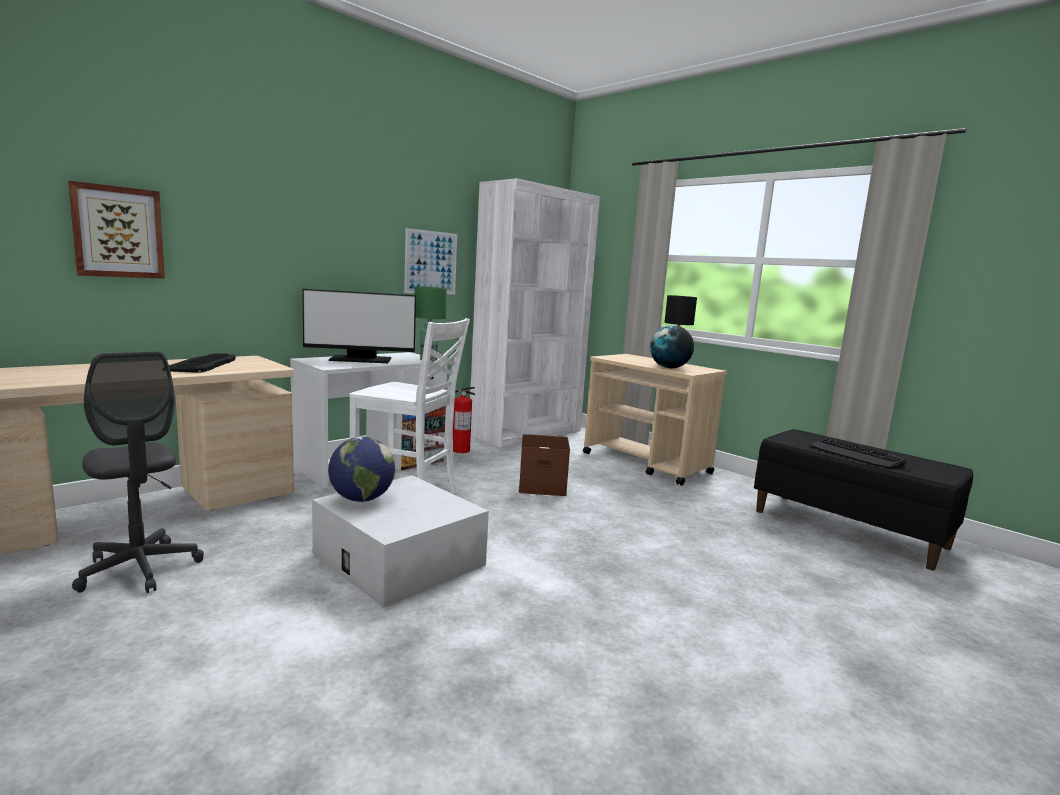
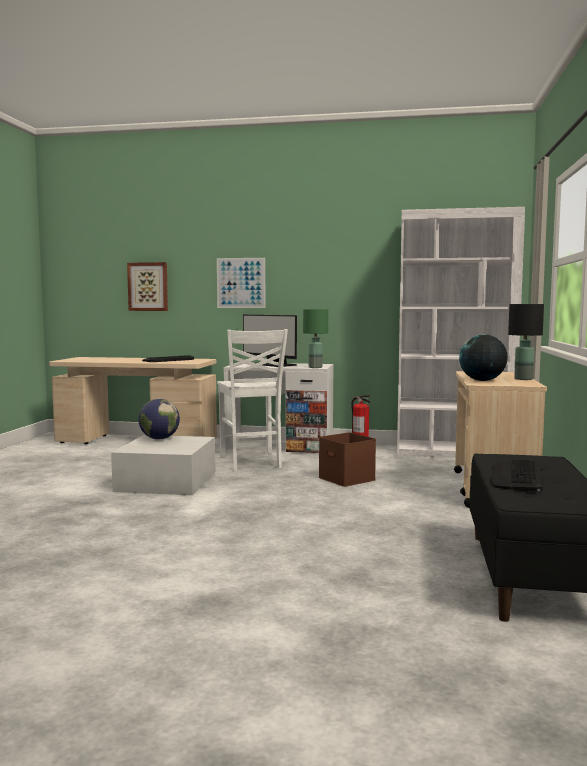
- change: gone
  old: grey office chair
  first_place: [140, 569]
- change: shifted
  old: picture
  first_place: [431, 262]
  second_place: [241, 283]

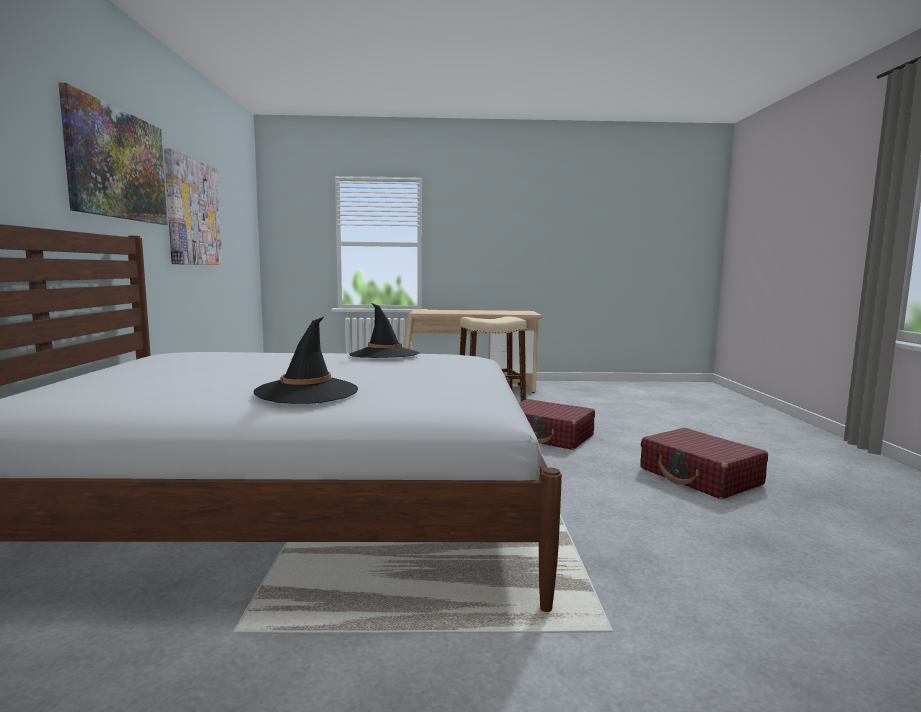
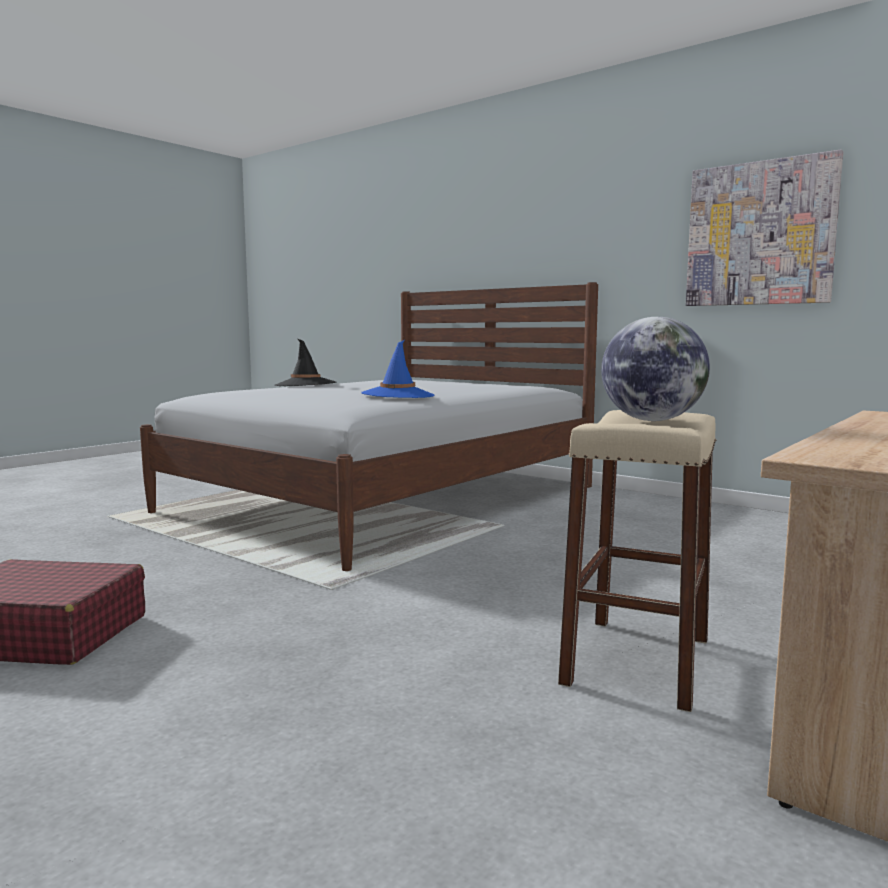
- change: gone
  old: picture
  first_place: [118, 164]
- change: repainted
  old: black hat
  new: blue hat
  first_place: [384, 355]
  second_place: [398, 395]
- change: gone
  old: red suitcase
  first_place: [548, 436]
- change: new
  new: globe
  second_place: [651, 420]

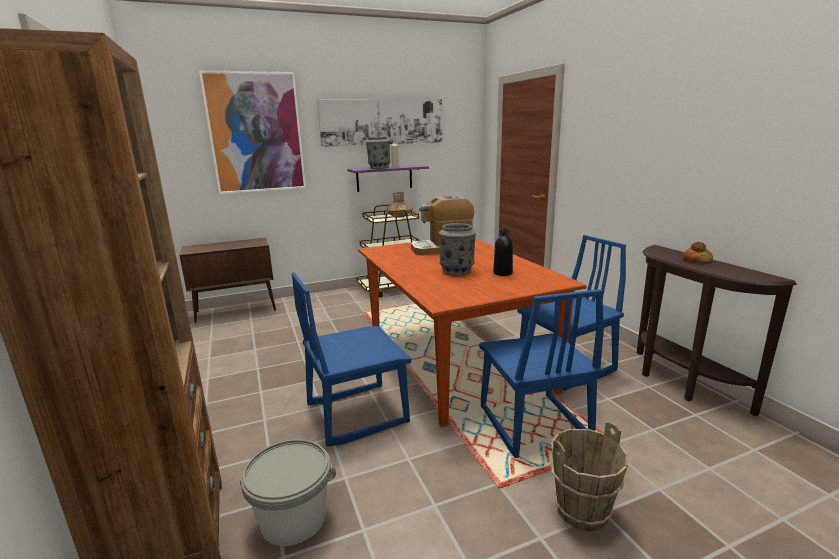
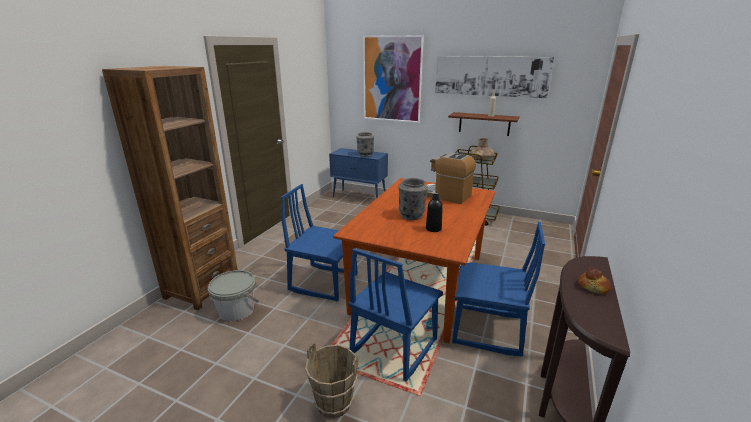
- change: repainted
  old: brown cabinet
  new: blue cabinet
  first_place: [237, 310]
  second_place: [360, 197]
- change: repainted
  old: purple shelf
  new: brown shelf
  first_place: [384, 178]
  second_place: [484, 124]
- change: shifted
  old: grey vase
  first_place: [379, 167]
  second_place: [365, 155]

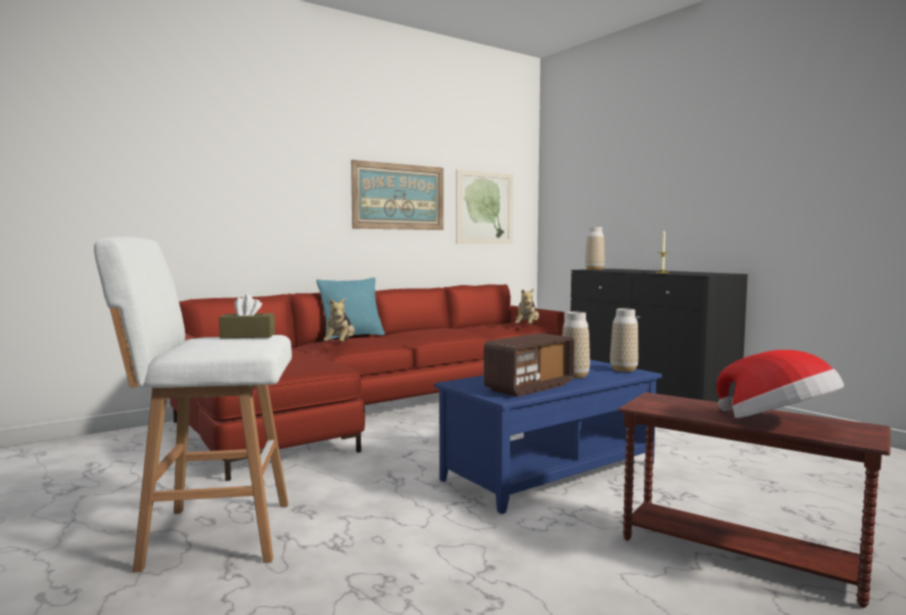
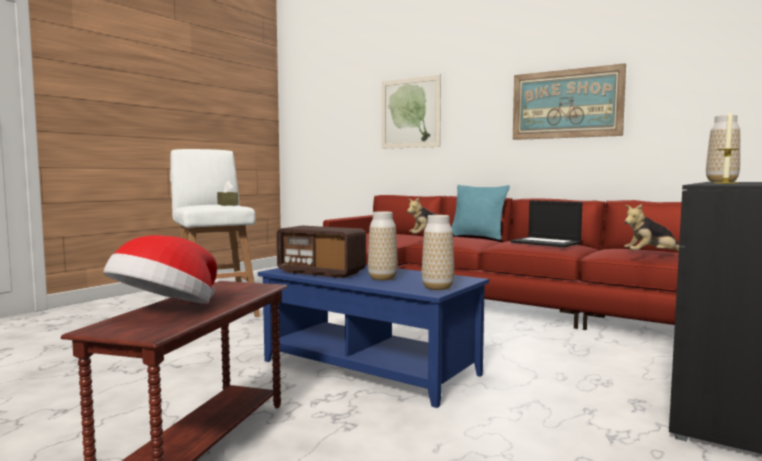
- change: shifted
  old: picture
  first_place: [484, 208]
  second_place: [410, 113]
- change: new
  new: laptop
  second_place: [546, 242]

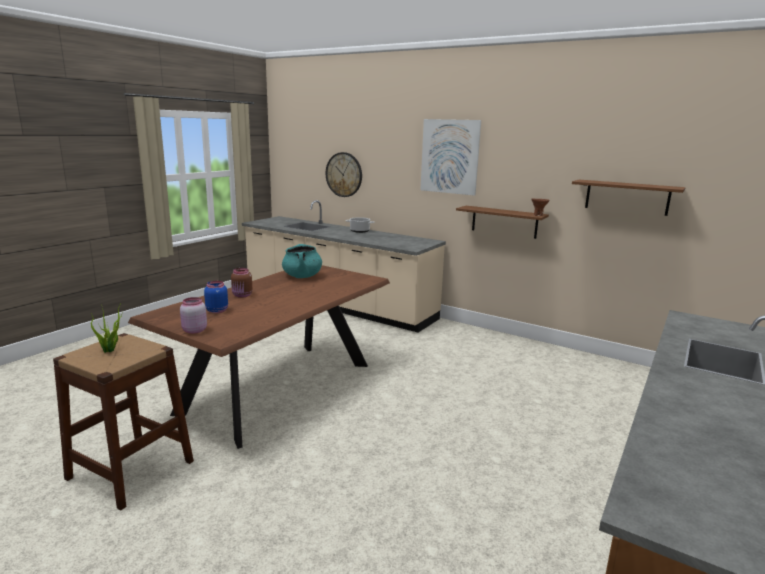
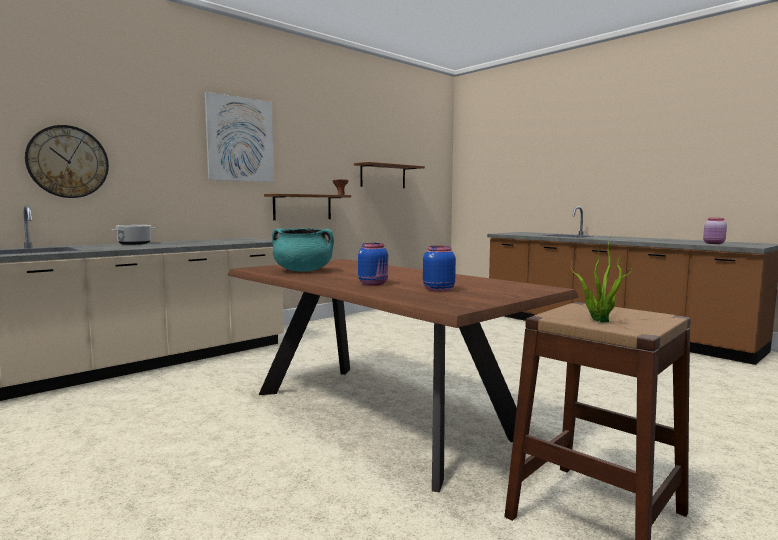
- change: shifted
  old: pink jar
  first_place: [194, 330]
  second_place: [714, 243]
- change: repainted
  old: brown jar
  new: blue jar
  first_place: [242, 295]
  second_place: [374, 284]

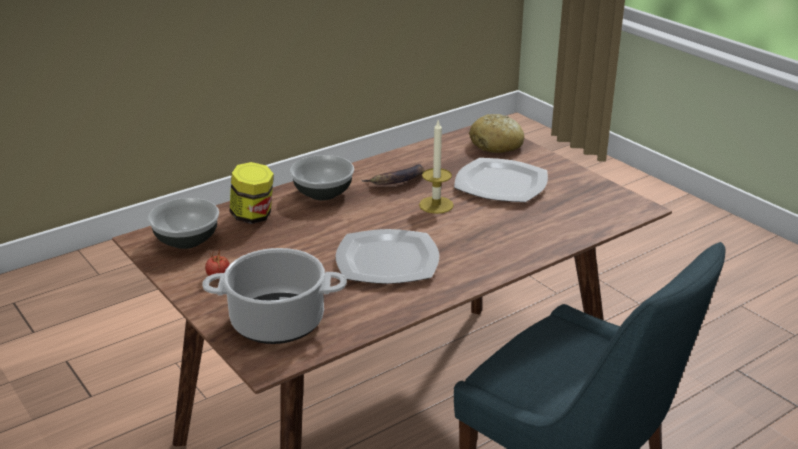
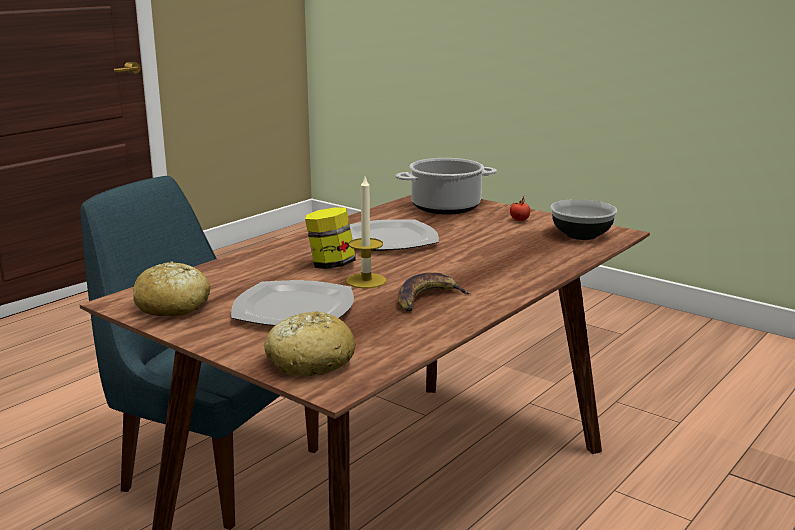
- change: shifted
  old: jar
  first_place: [253, 216]
  second_place: [331, 265]
- change: gone
  old: bowl
  first_place: [323, 194]
- change: new
  new: bread
  second_place: [173, 306]

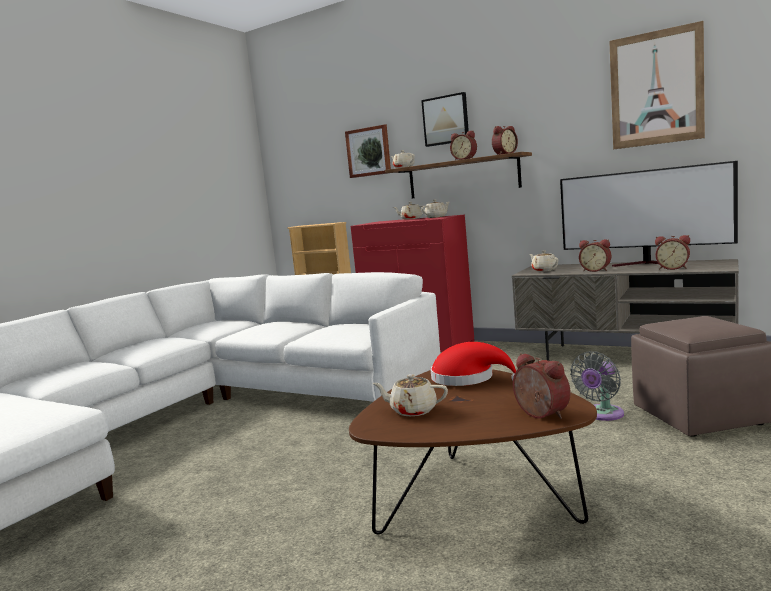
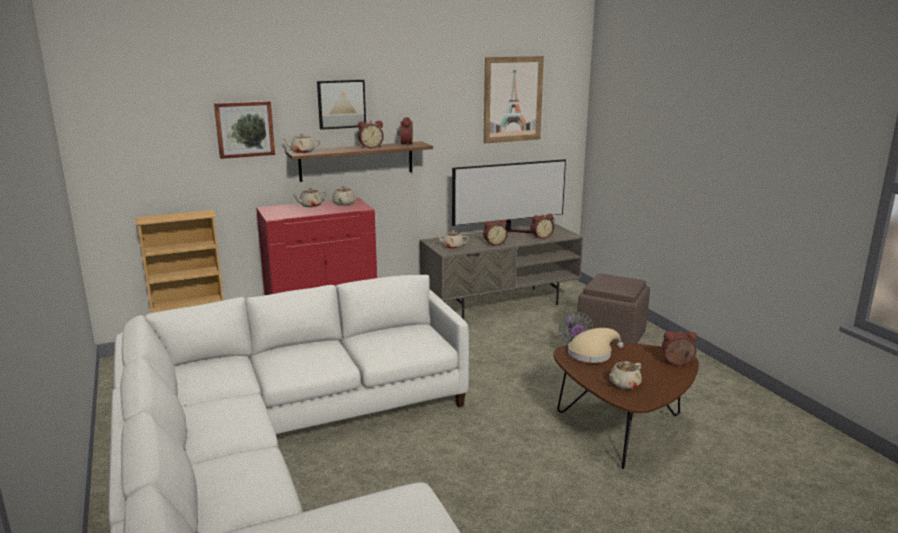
- change: repainted
  old: red hat
  new: beige hat
  first_place: [468, 378]
  second_place: [592, 354]

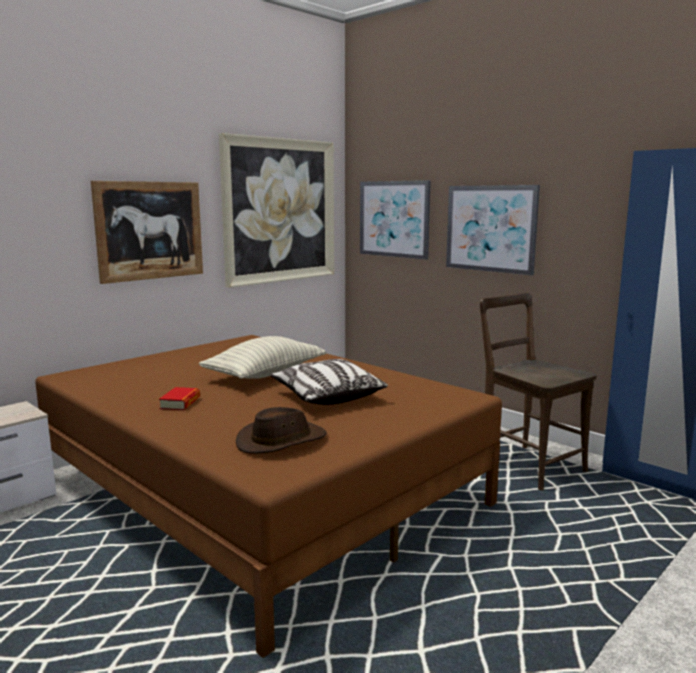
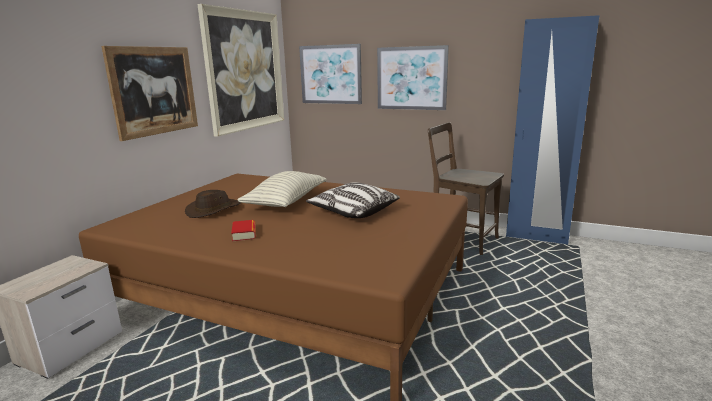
- change: shifted
  old: brown hat
  first_place: [281, 441]
  second_place: [213, 210]

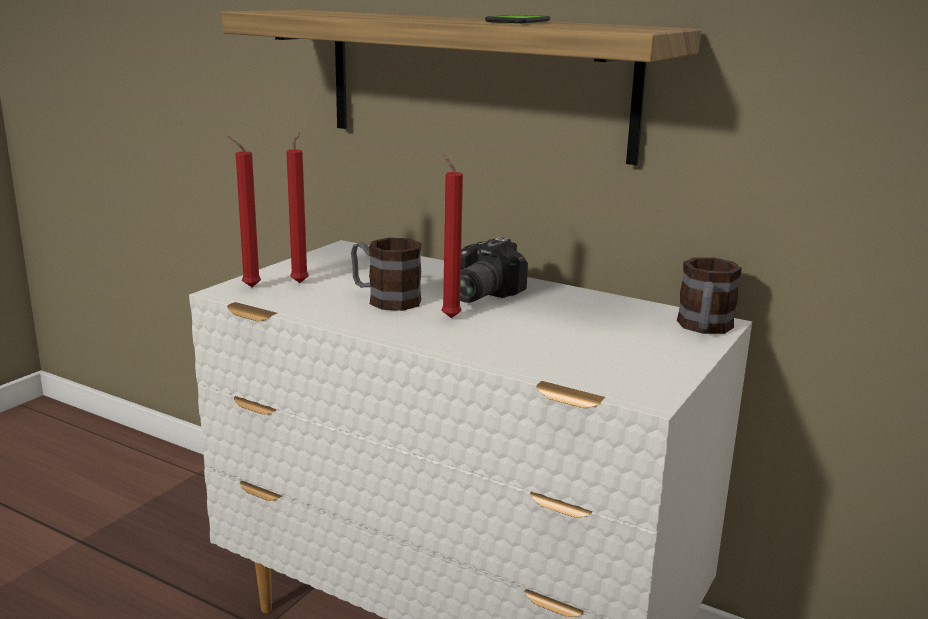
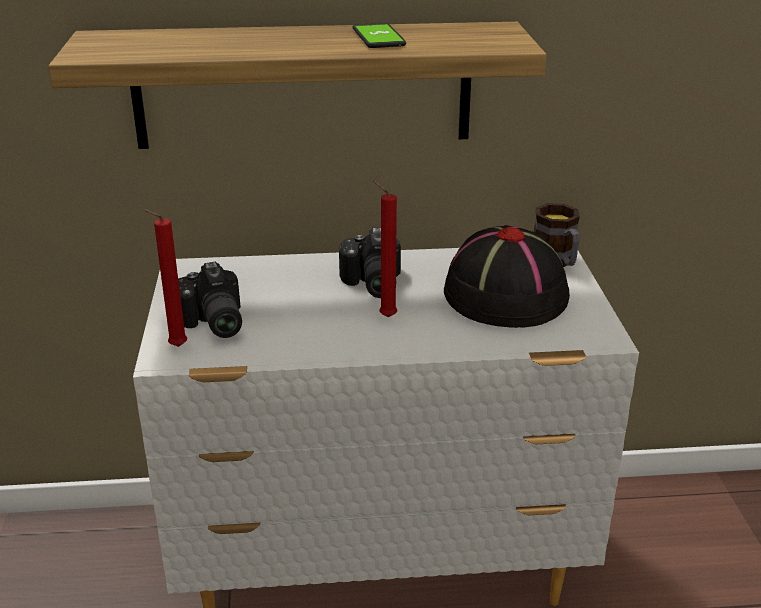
- change: swapped
  old: red candle
  new: photo camera
  first_place: [301, 282]
  second_place: [211, 324]
- change: gone
  old: mug
  first_place: [385, 299]
- change: new
  new: black hat
  second_place: [504, 295]

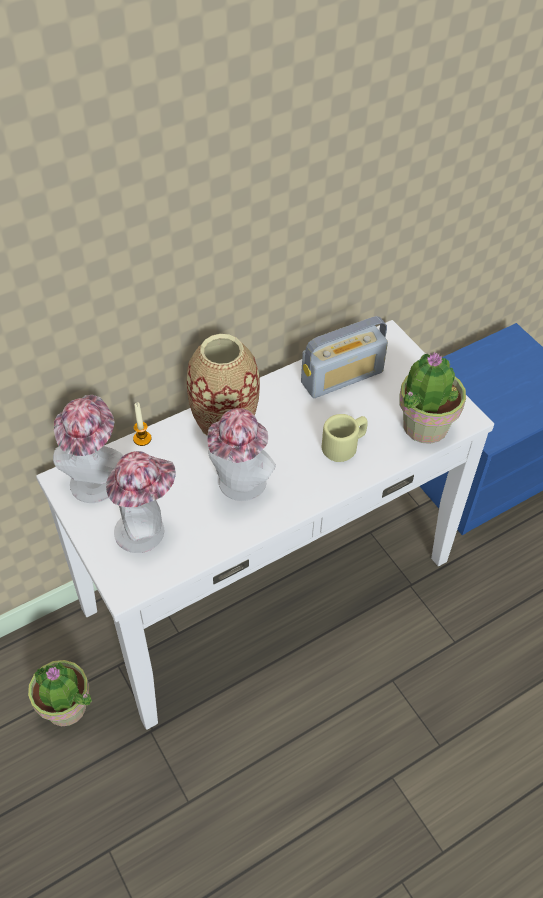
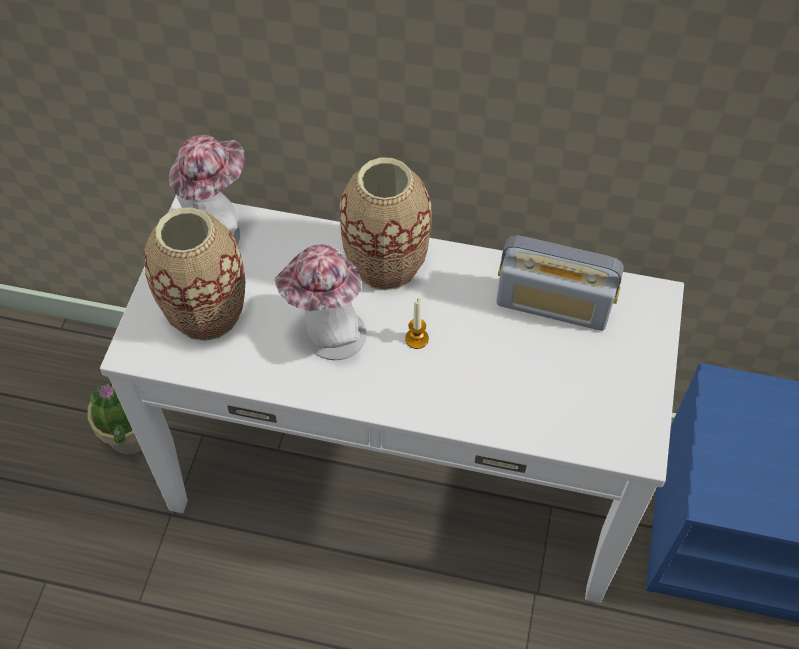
- change: swapped
  old: hat
  new: vase
  first_place: [146, 529]
  second_place: [206, 312]
- change: shifted
  old: candle
  first_place: [142, 438]
  second_place: [416, 339]
- change: gone
  old: beige mug
  first_place: [344, 445]
- change: gone
  old: potted plant
  first_place: [424, 426]

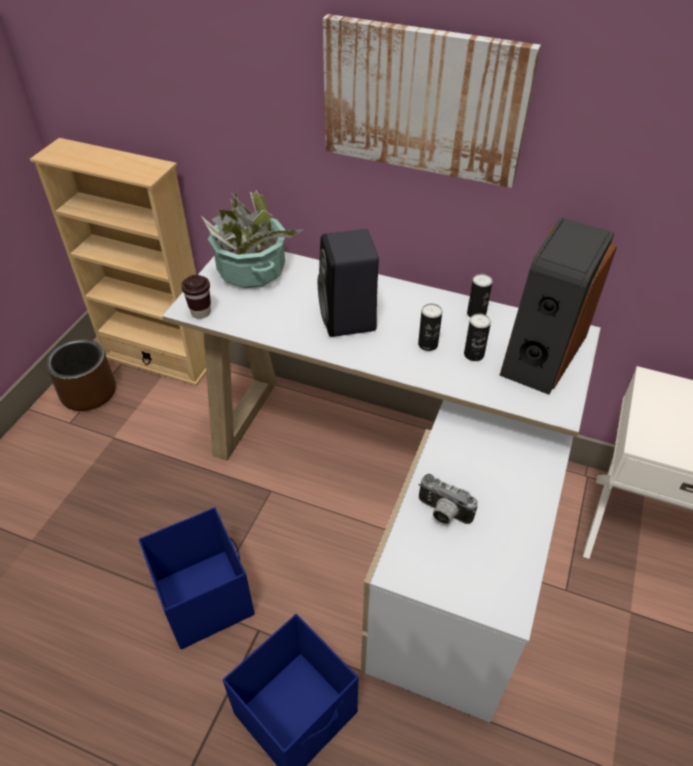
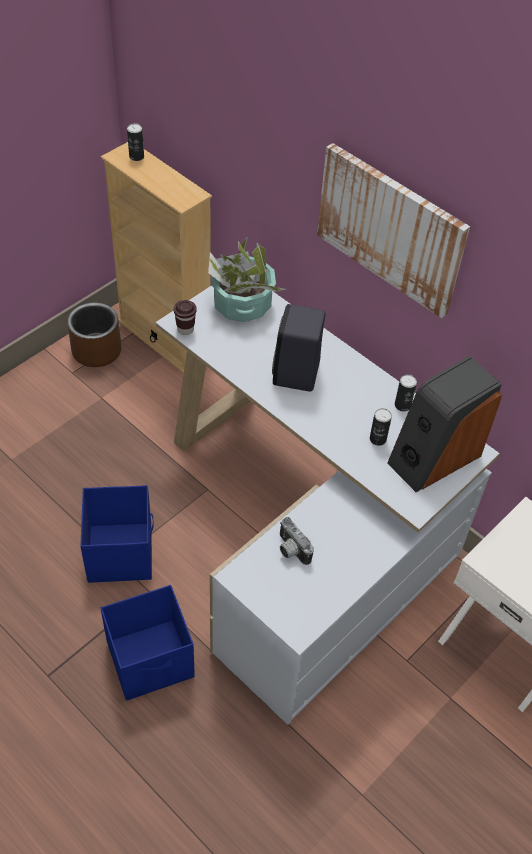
- change: shifted
  old: can
  first_place: [428, 344]
  second_place: [136, 156]

